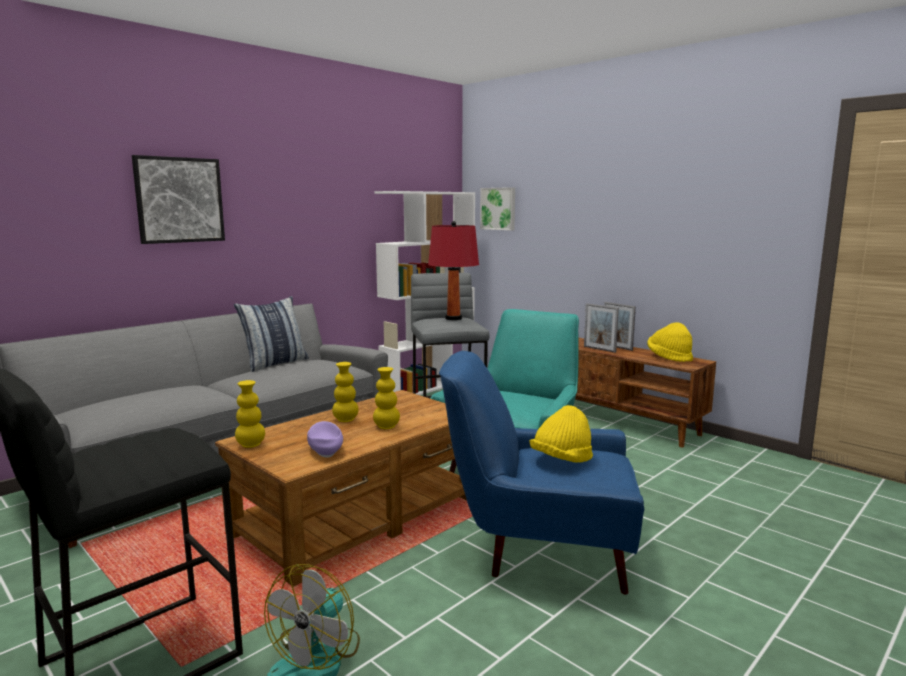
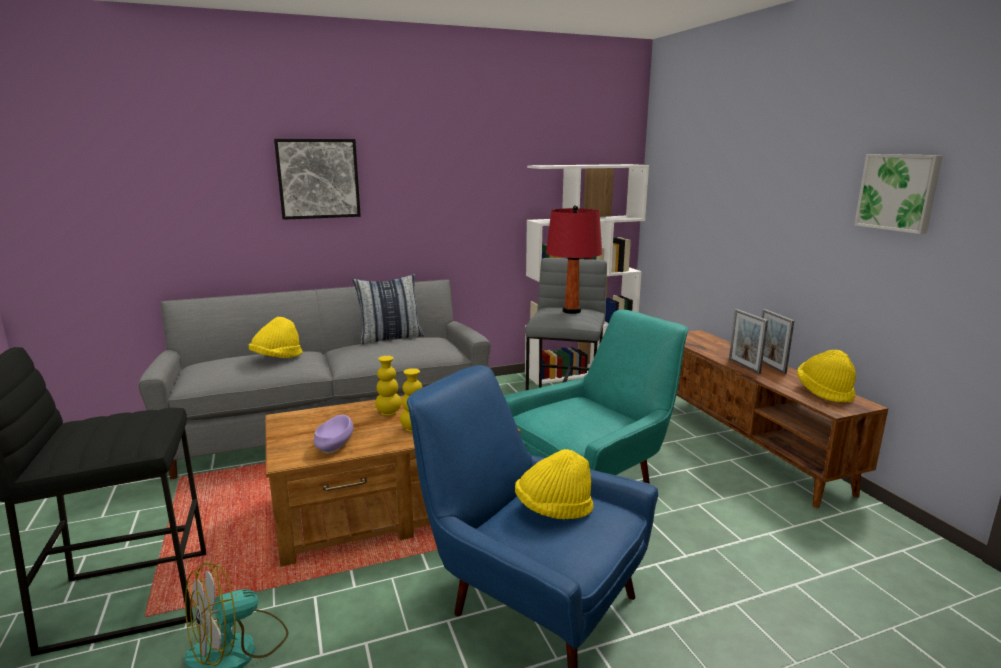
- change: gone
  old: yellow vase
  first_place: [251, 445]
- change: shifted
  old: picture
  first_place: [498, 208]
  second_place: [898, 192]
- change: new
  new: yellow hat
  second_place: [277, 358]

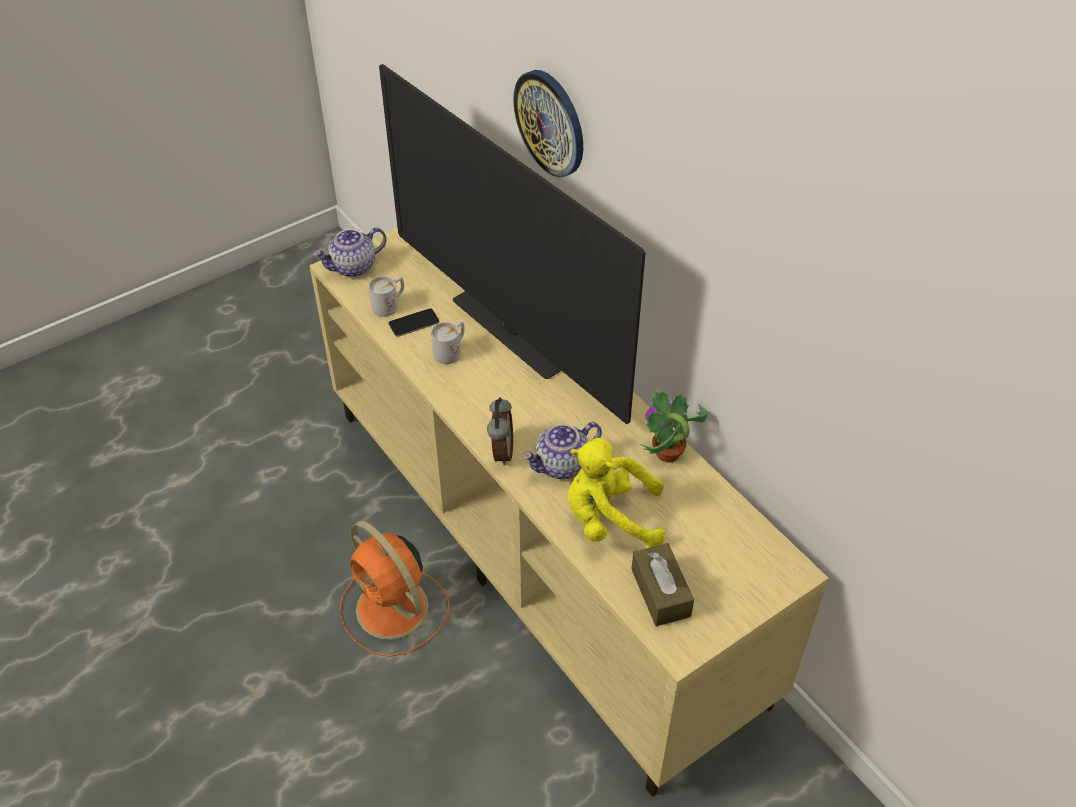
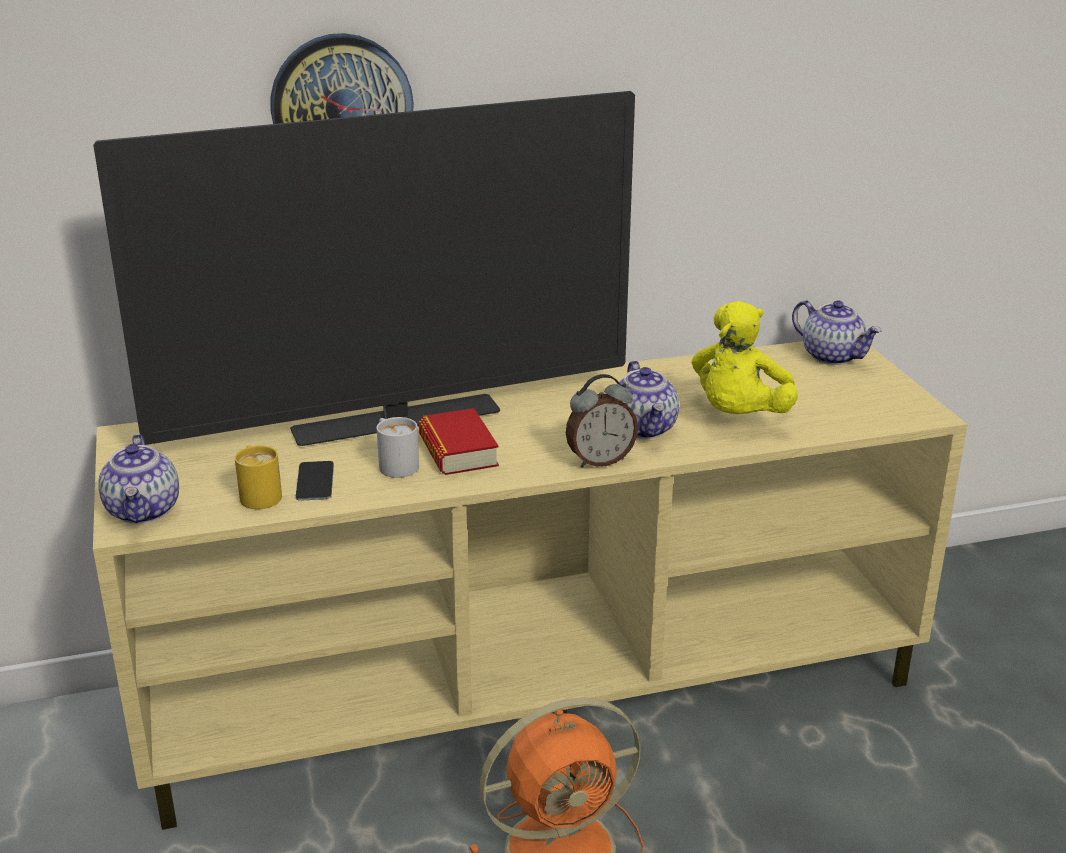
- change: repainted
  old: white mug
  new: yellow mug
  first_place: [390, 304]
  second_place: [258, 494]
- change: rotated
  old: alarm clock
  first_place: [501, 452]
  second_place: [600, 460]
  degrees: 135
- change: gone
  old: brown tissue box
  first_place: [660, 592]
- change: gone
  old: potted plant
  first_place: [667, 454]
- change: new
  new: book
  second_place: [458, 451]
- change: new
  new: teapot
  second_place: [833, 356]

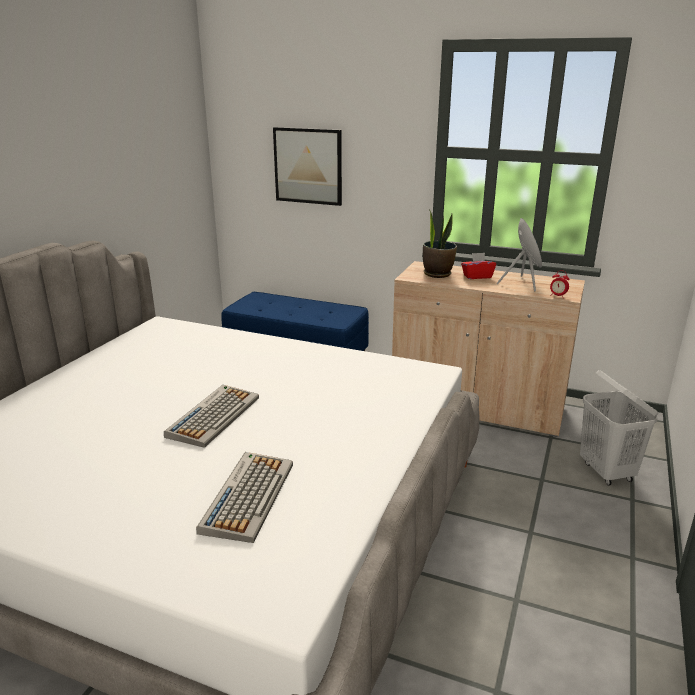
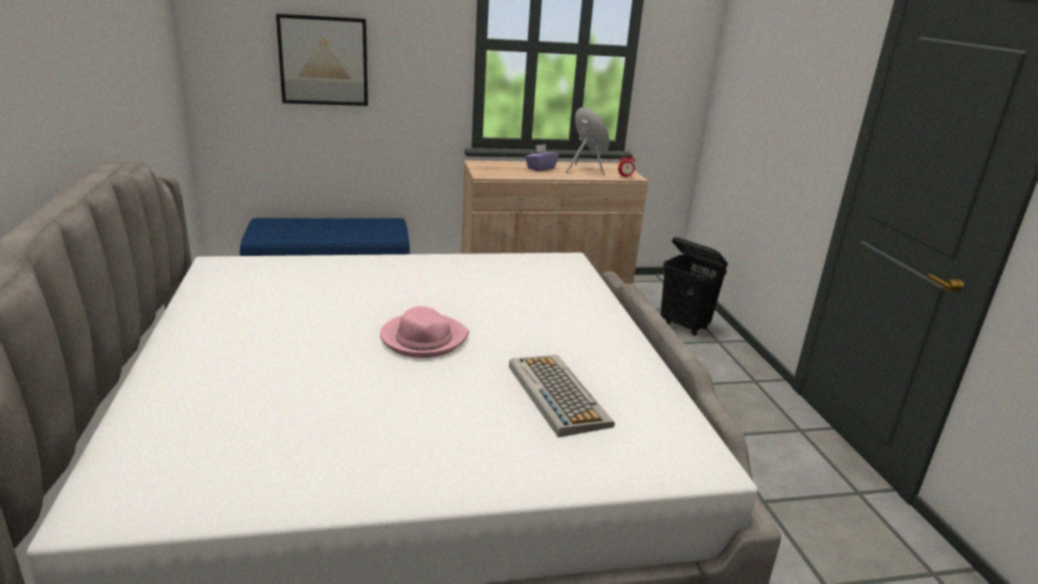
- change: swapped
  old: keyboard
  new: pink hat
  first_place: [214, 416]
  second_place: [423, 339]
- change: gone
  old: potted plant
  first_place: [437, 274]
- change: repainted
  old: red tissue box
  new: purple tissue box
  first_place: [477, 276]
  second_place: [540, 168]
- change: repainted
  old: white laundry basket
  new: black laundry basket
  first_place: [607, 472]
  second_place: [684, 326]

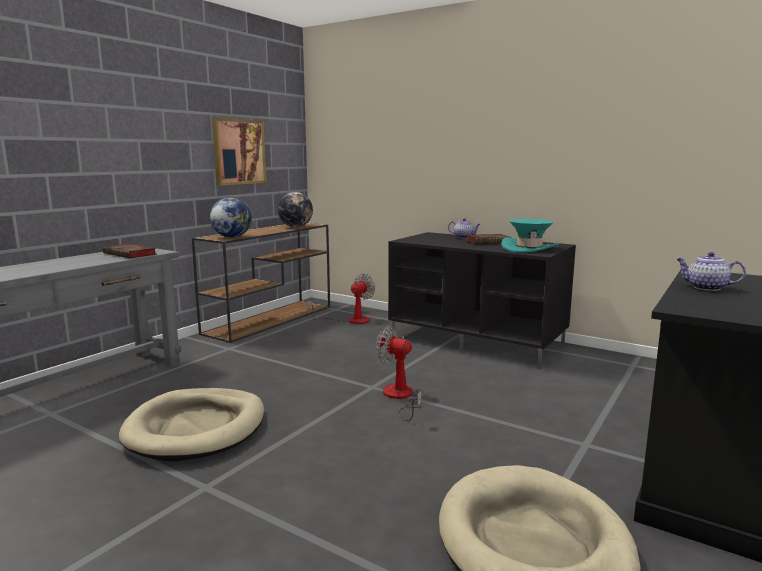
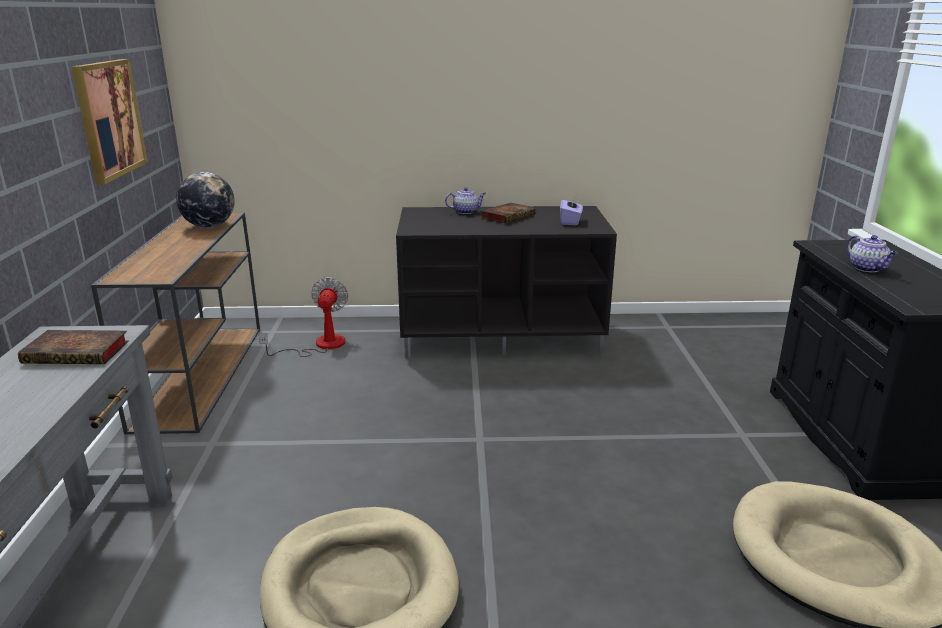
- change: gone
  old: globe
  first_place: [231, 237]
- change: gone
  old: fan
  first_place: [400, 397]
- change: swapped
  old: turquoise hat
  new: purple tissue box
  first_place: [529, 248]
  second_place: [570, 221]
- change: rotated
  old: teapot
  first_place: [706, 287]
  second_place: [868, 268]
  degrees: -105

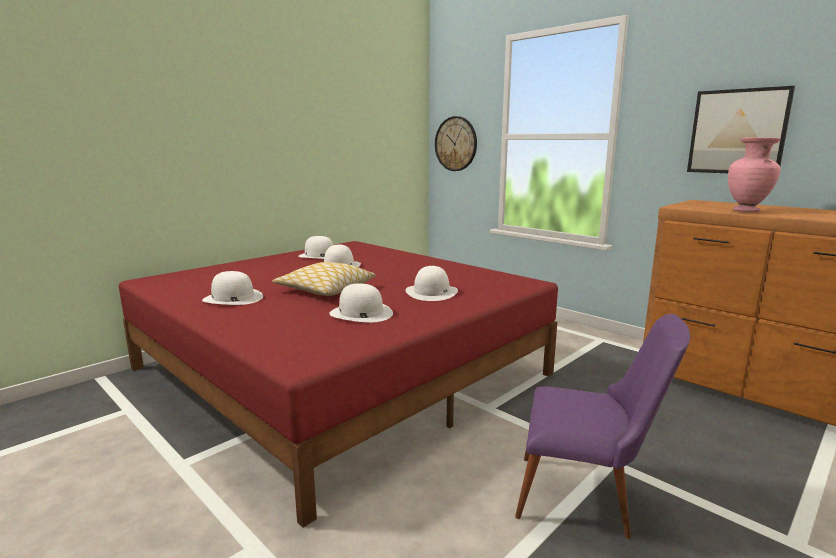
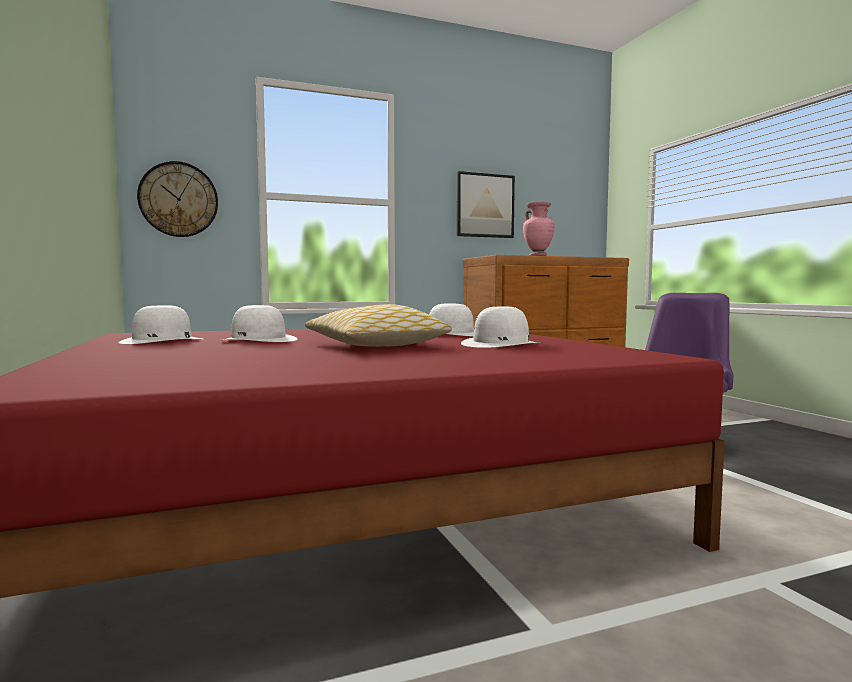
- change: gone
  old: white hat
  first_place: [232, 298]

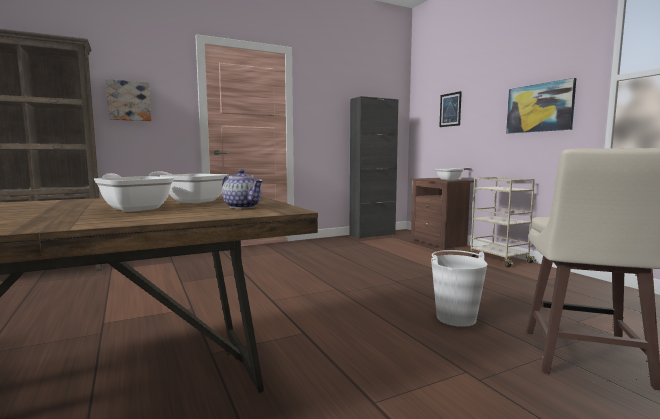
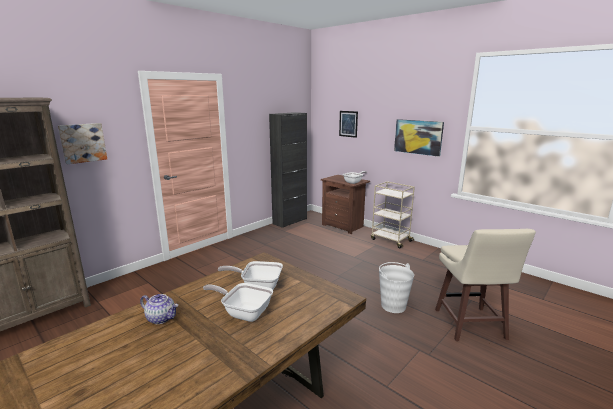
- change: shifted
  old: teapot
  first_place: [243, 206]
  second_place: [161, 318]

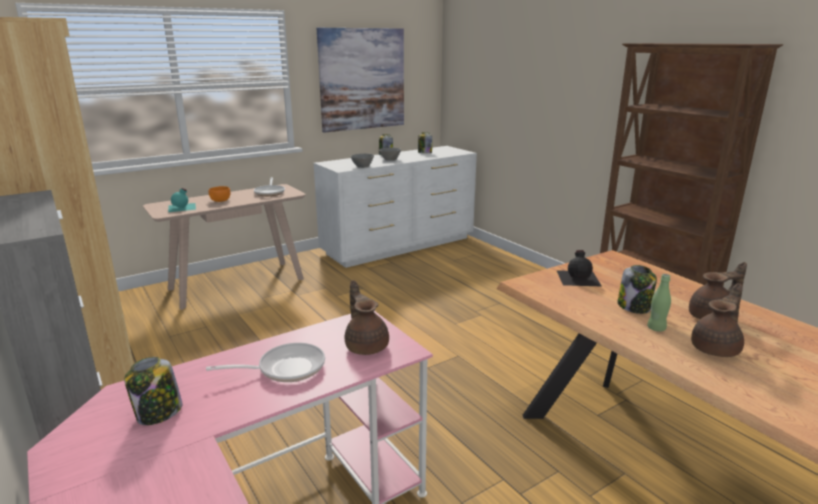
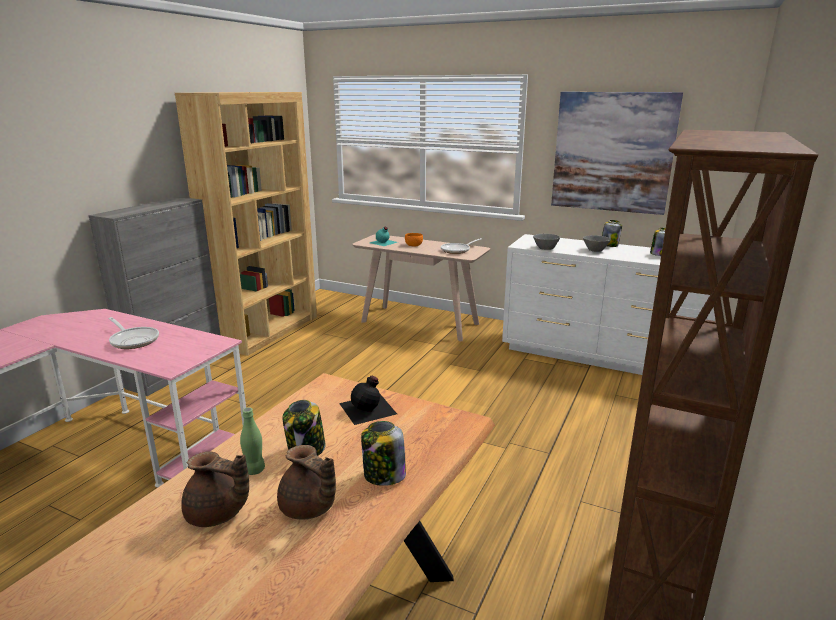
- change: shifted
  old: jar
  first_place: [158, 413]
  second_place: [383, 475]
- change: gone
  old: brown teapot
  first_place: [366, 345]

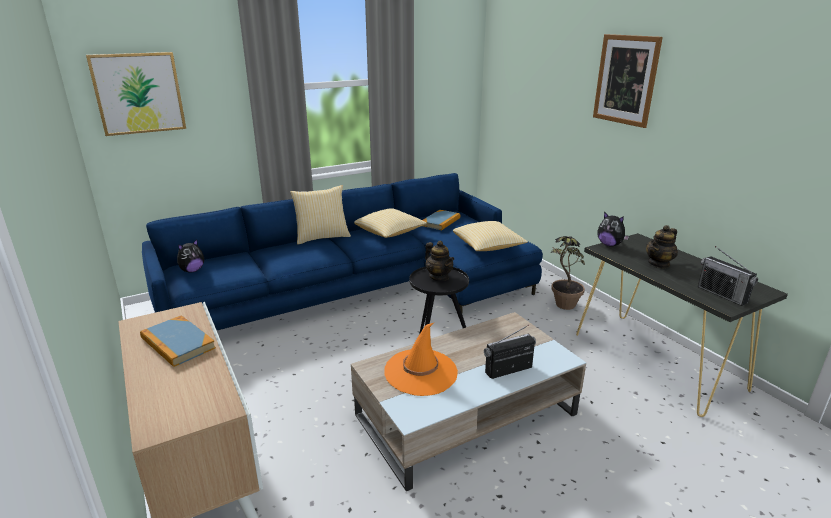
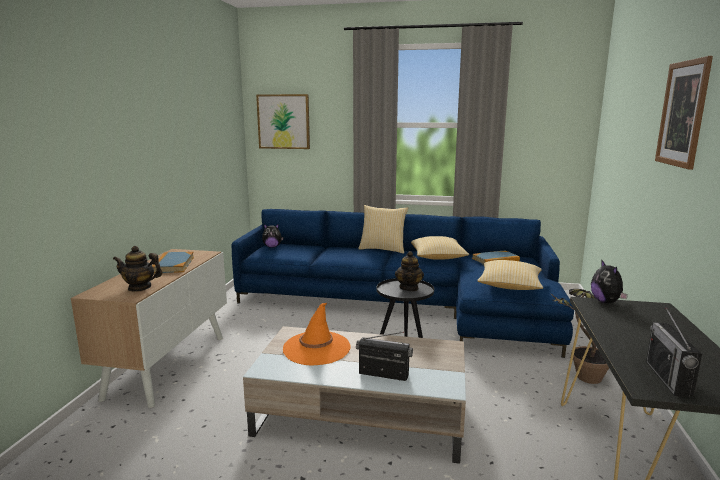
- change: shifted
  old: teapot
  first_place: [659, 264]
  second_place: [140, 287]

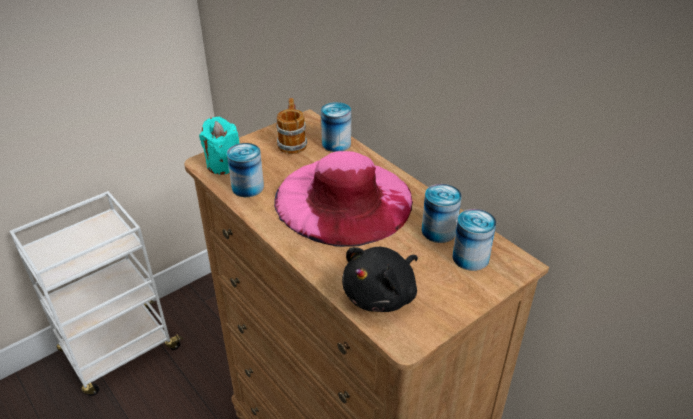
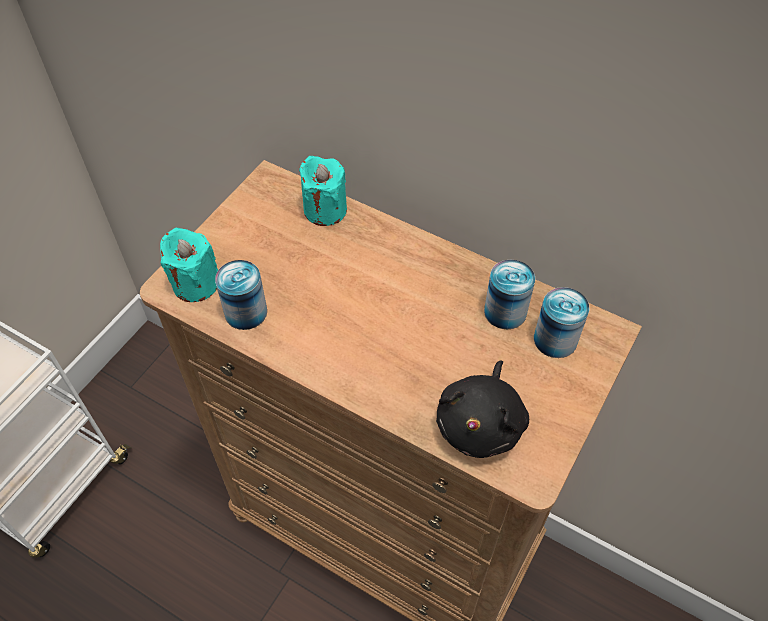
- change: gone
  old: pink hat
  first_place: [344, 199]
- change: gone
  old: mug
  first_place: [292, 142]
- change: swapped
  old: can
  new: turquoise candle
  first_place: [336, 143]
  second_place: [325, 210]

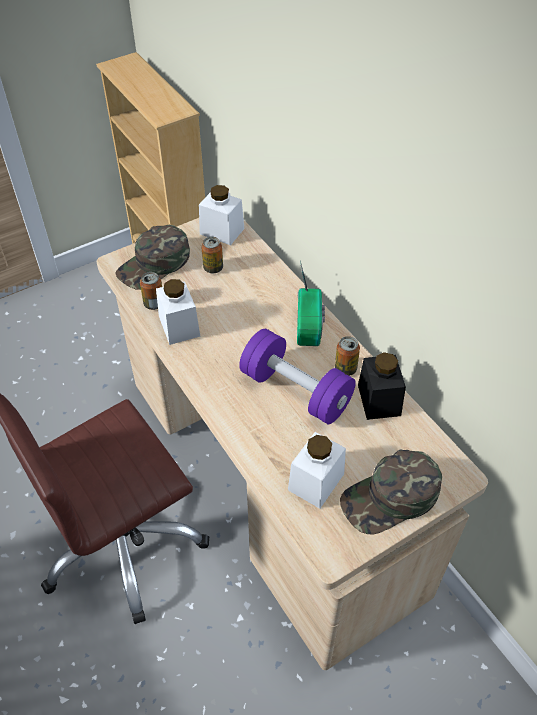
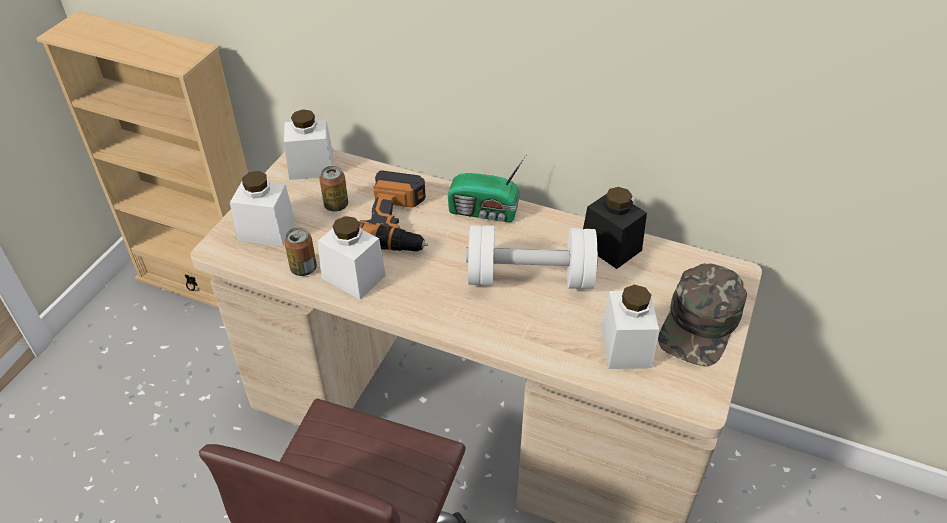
- change: swapped
  old: green cap
  new: white jar
  first_place: [154, 264]
  second_place: [266, 230]
- change: repainted
  old: purple dumbbell
  new: white dumbbell
  first_place: [296, 391]
  second_place: [530, 277]
- change: rotated
  old: radio
  first_place: [310, 324]
  second_place: [485, 212]
  degrees: 135
- change: gone
  old: can
  first_place: [345, 369]
- change: new
  new: power drill
  second_place: [398, 222]

